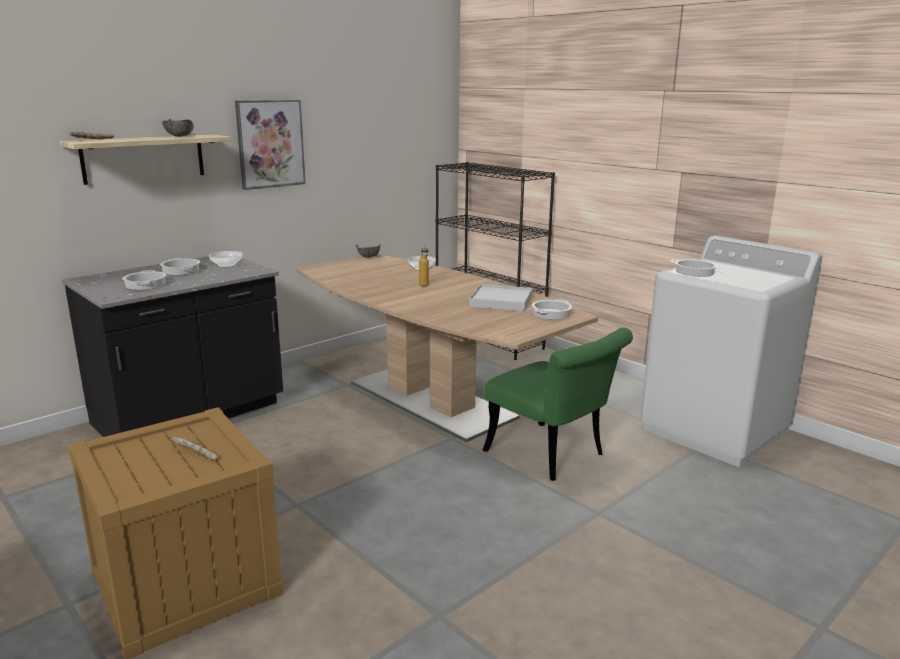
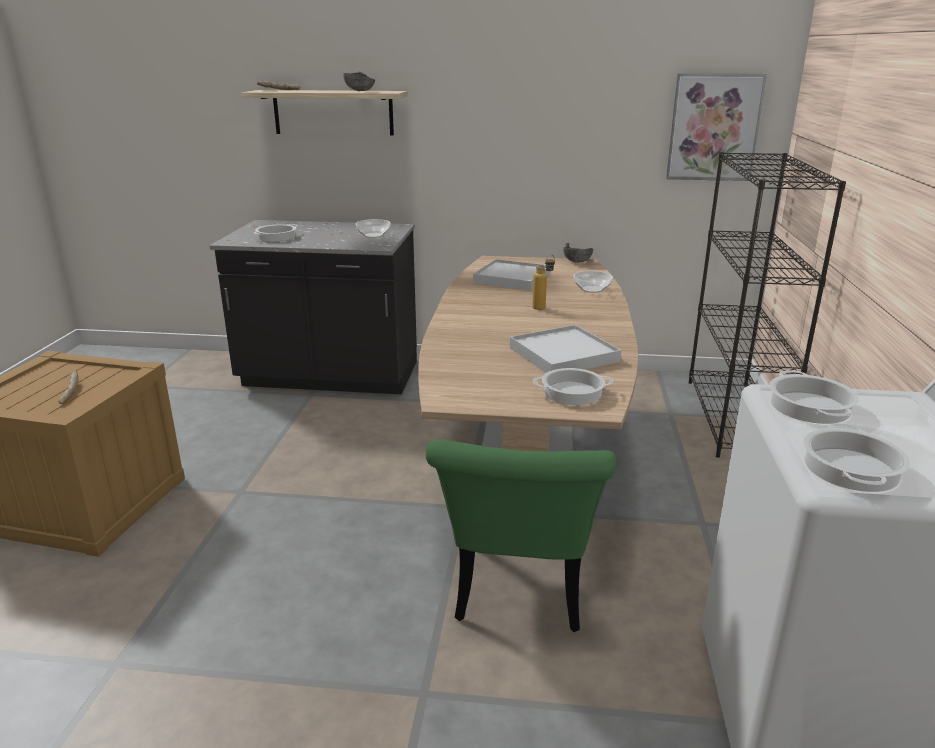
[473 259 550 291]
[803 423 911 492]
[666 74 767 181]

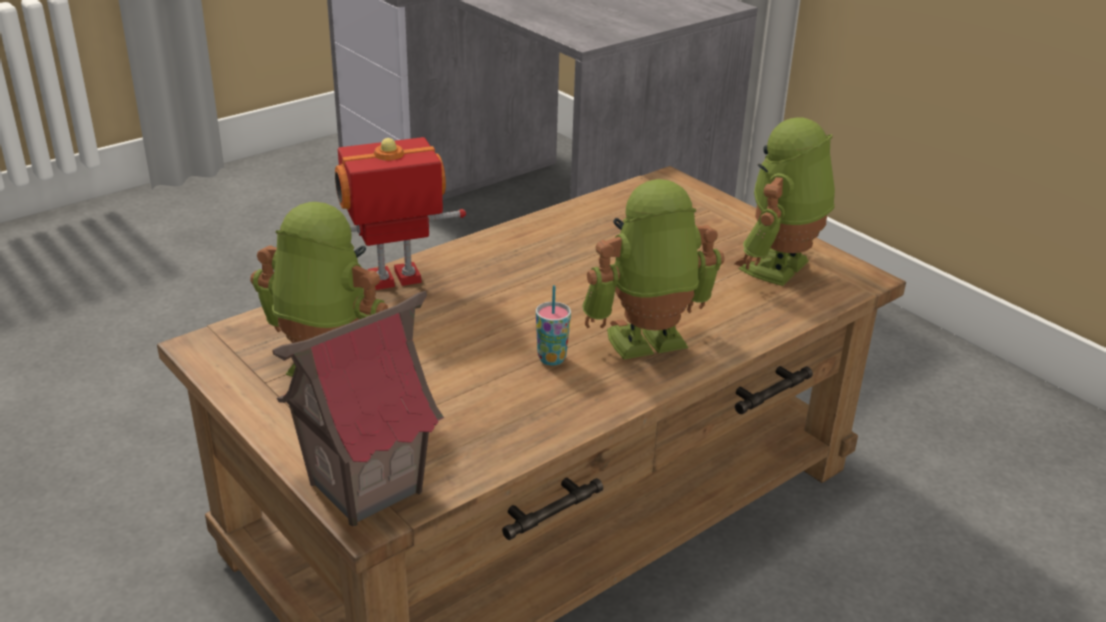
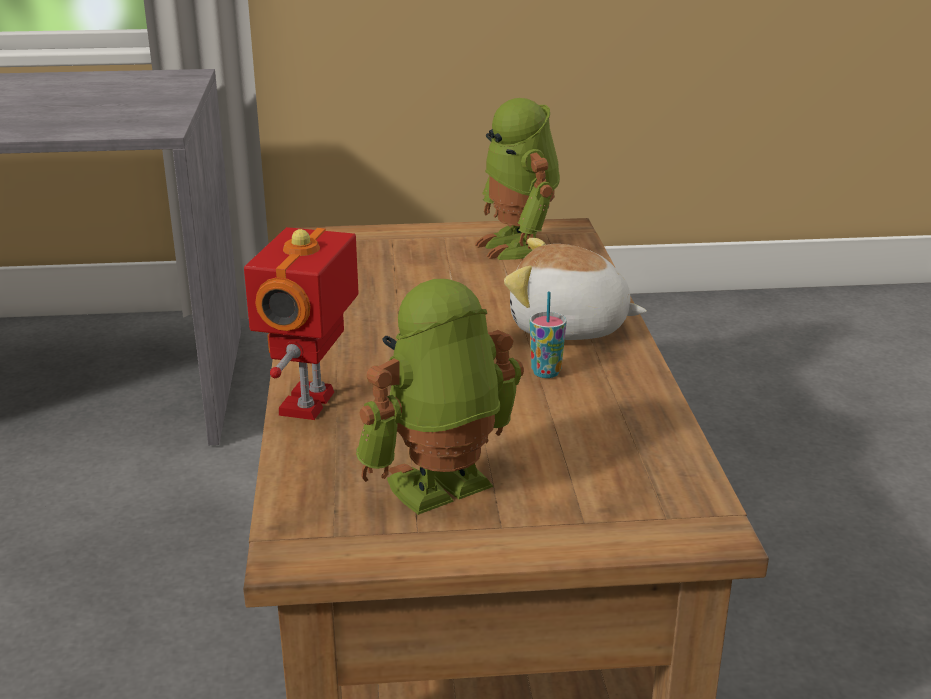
[272 291 444 526] (first image)
[504 238 647 340]

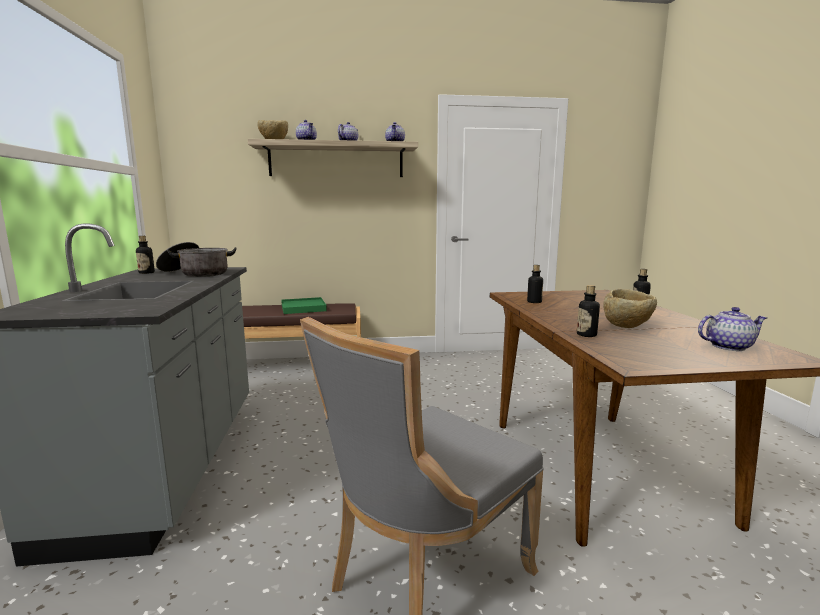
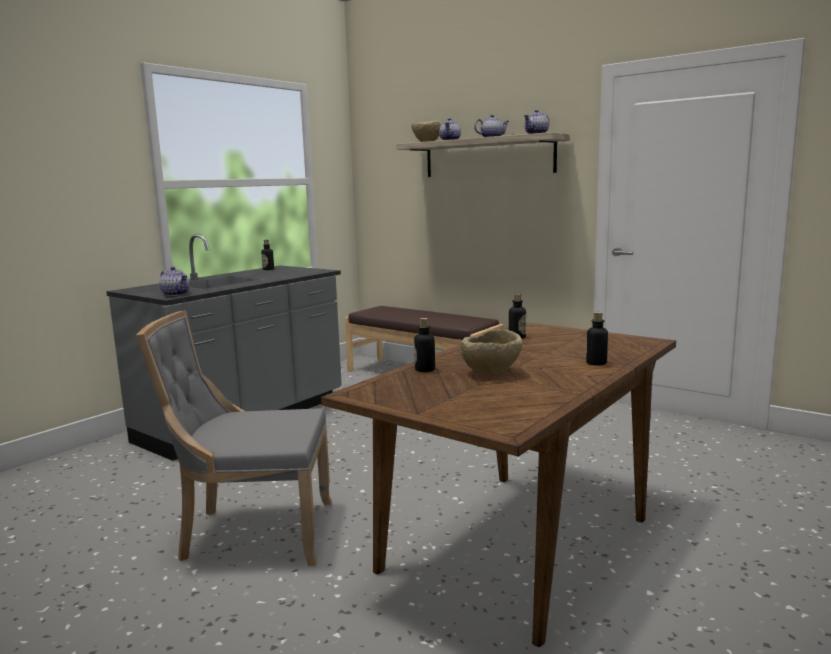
[156 242 237 277] (first image)
[281 297 327 314] (first image)
[159 266 190 296]

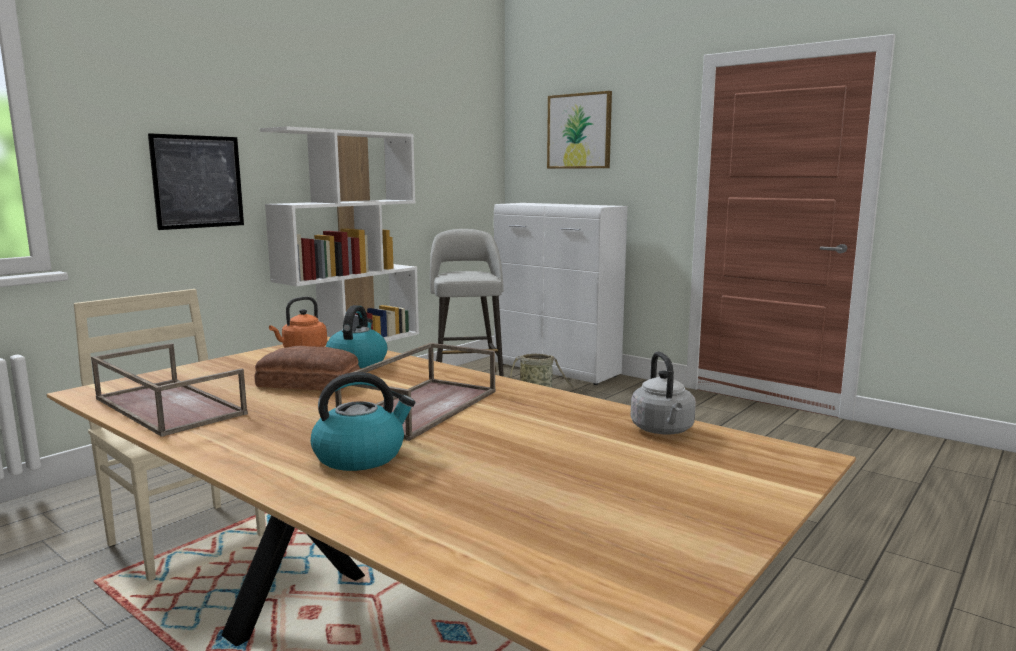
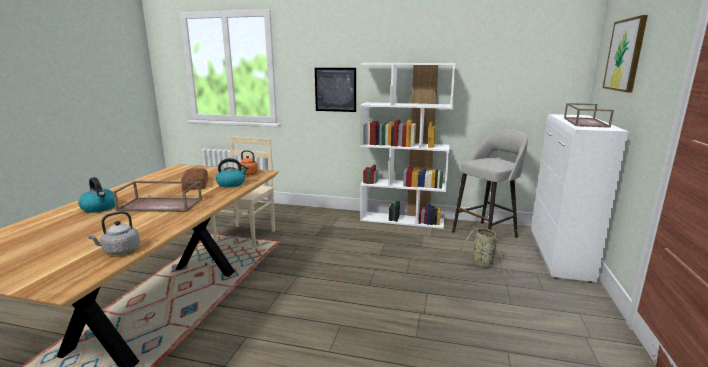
[564 103 614 128]

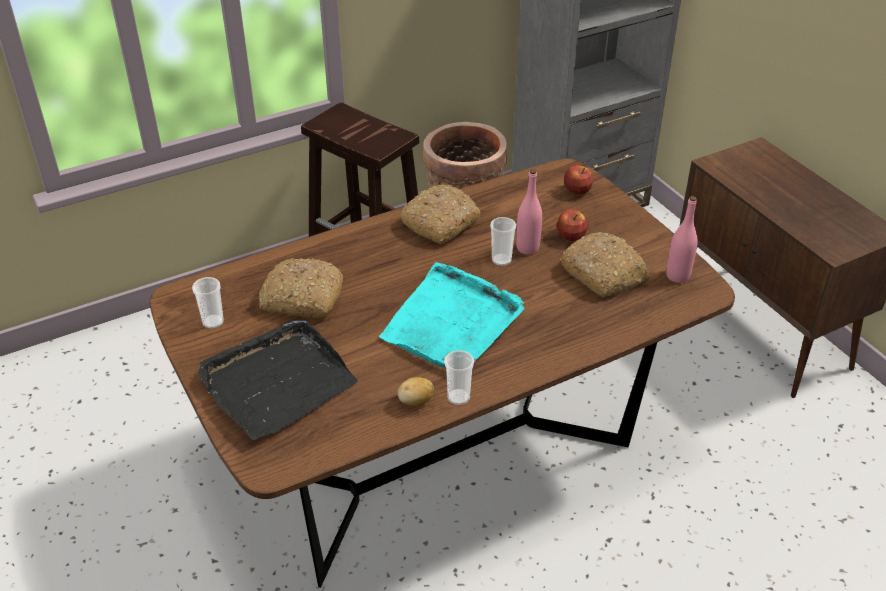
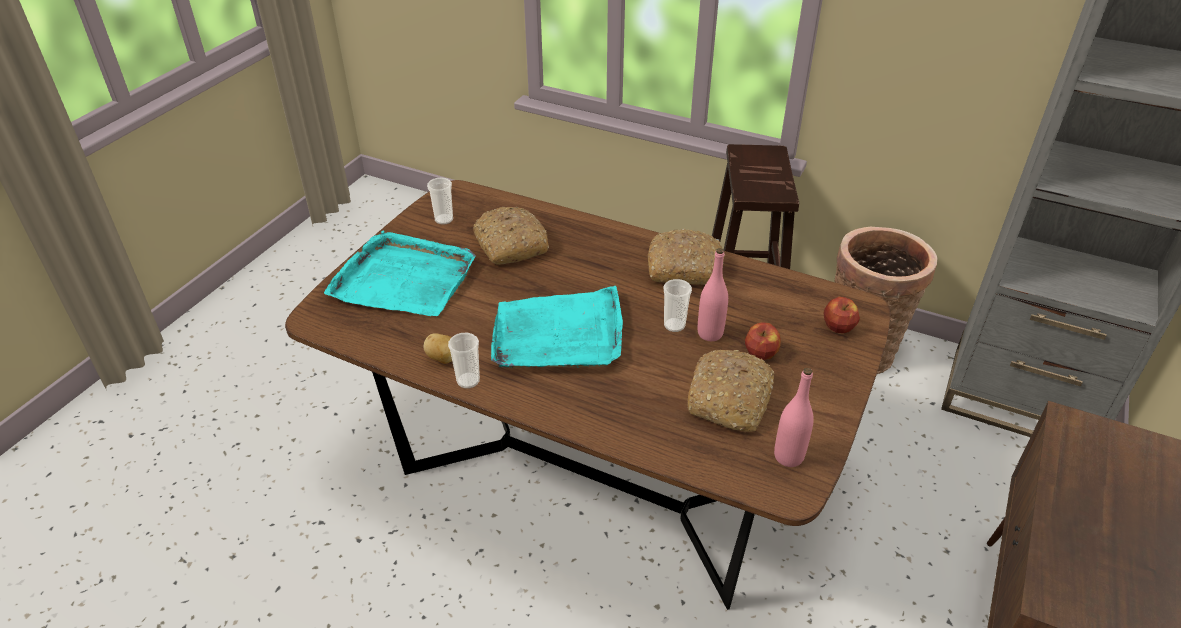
[324 231 476 316]

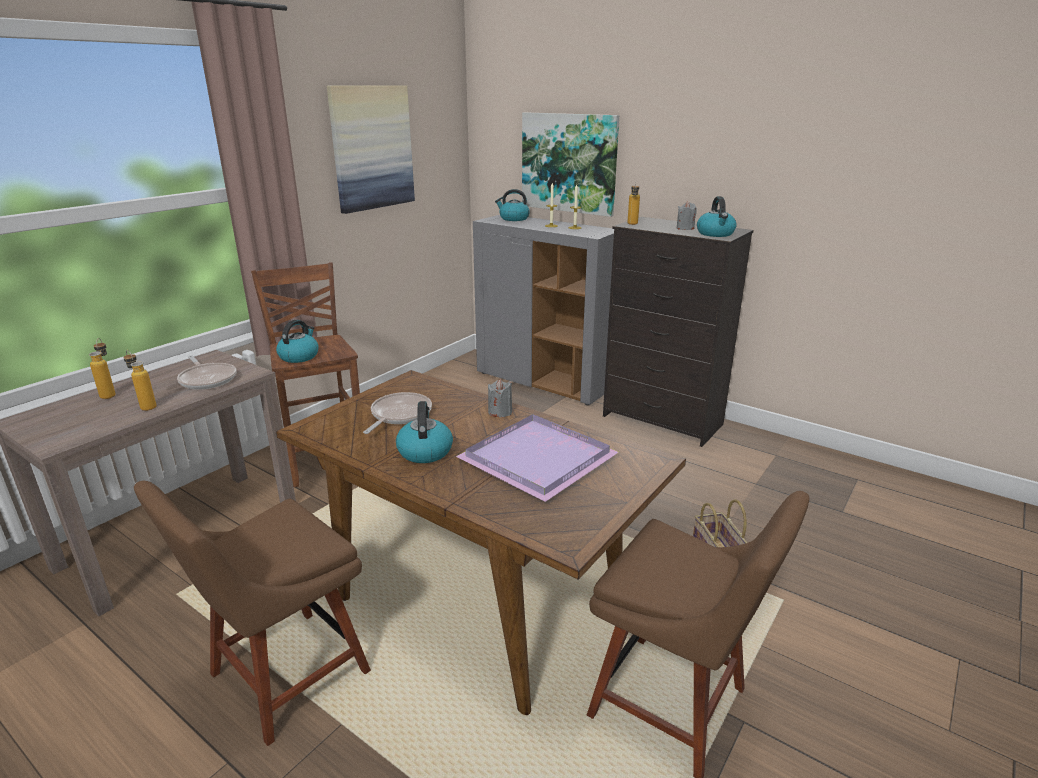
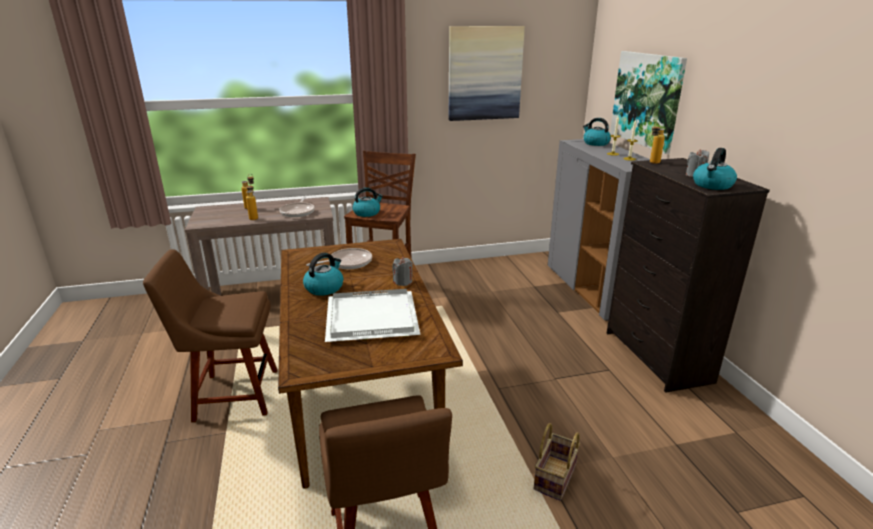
[325 289 421 342]

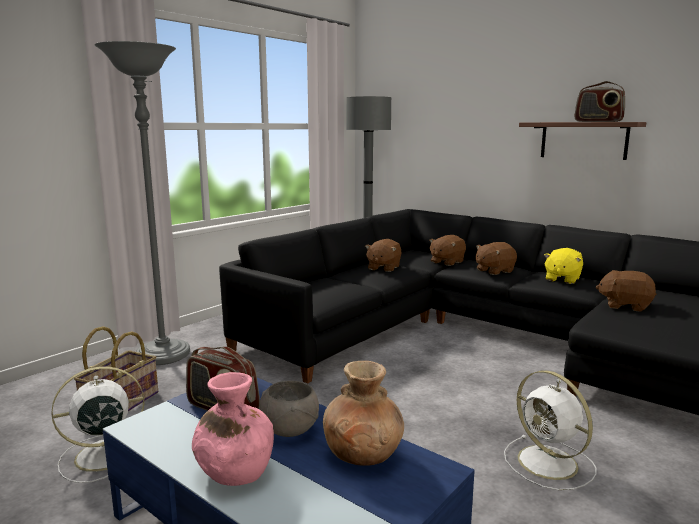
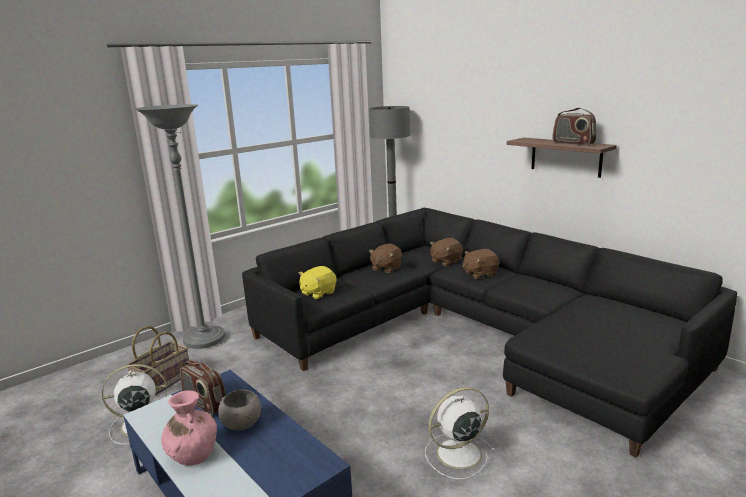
[323 361 404 466] (first image)
[596 270 657 312] (first image)
[299 266 336 300]
[425 387 495 480]

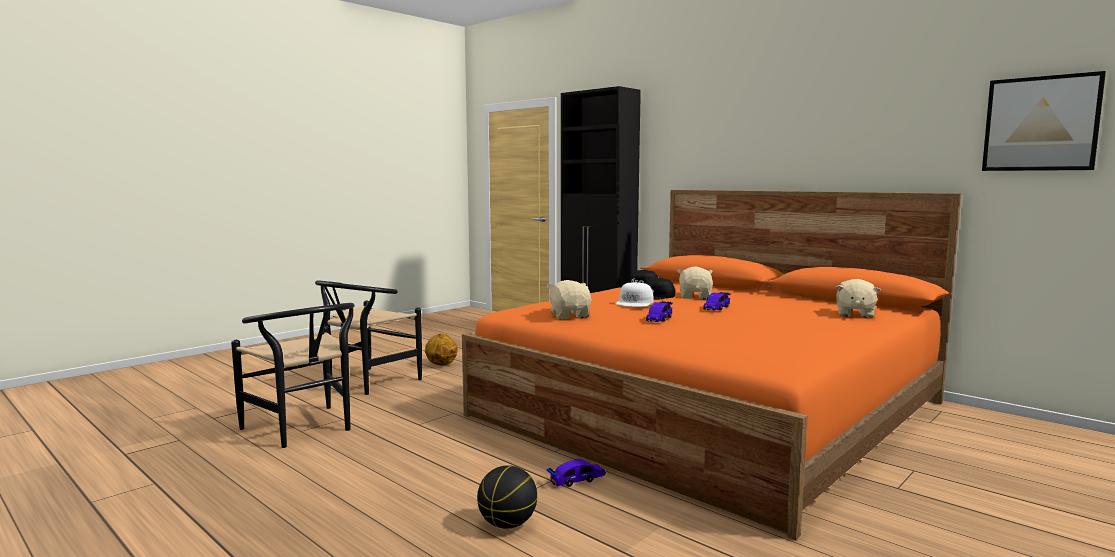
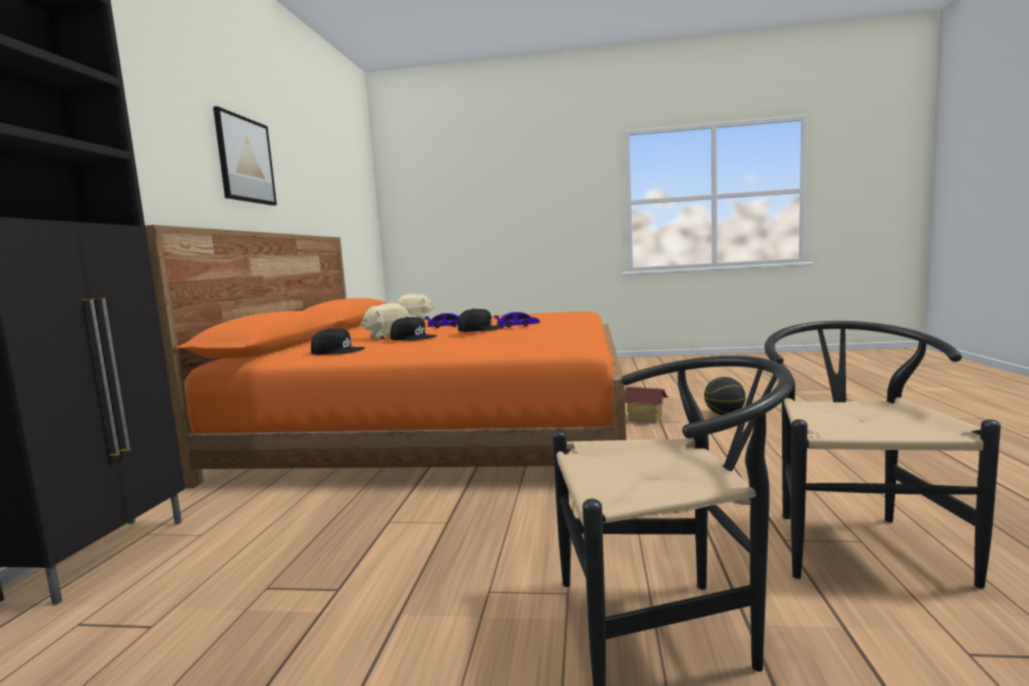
[425 334 458 366] (first image)
[547 280 591 319] (first image)
[213 106 277 206]
[625 387 668 423]
[458 309 505 332]

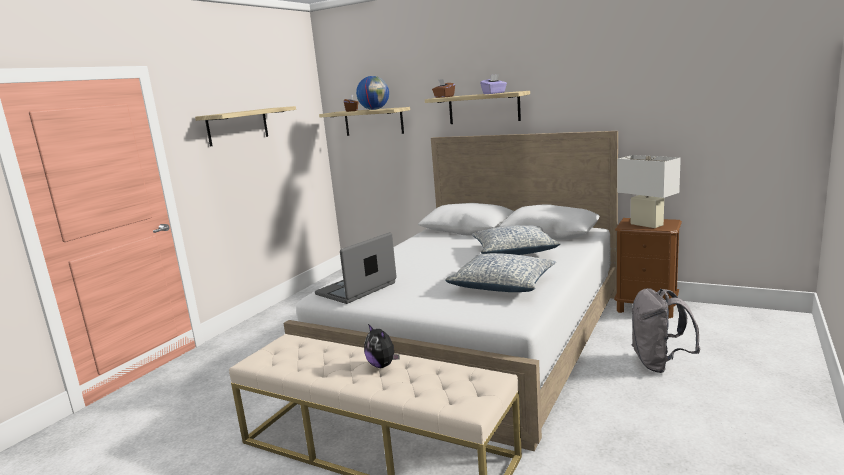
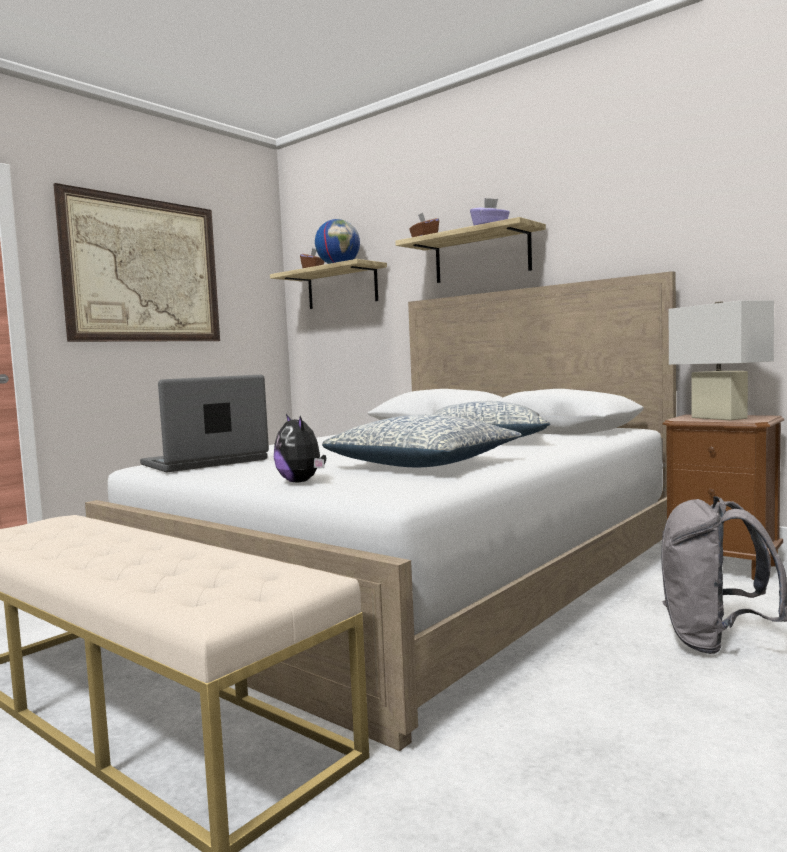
[274 414 326 483]
[53 183 220 342]

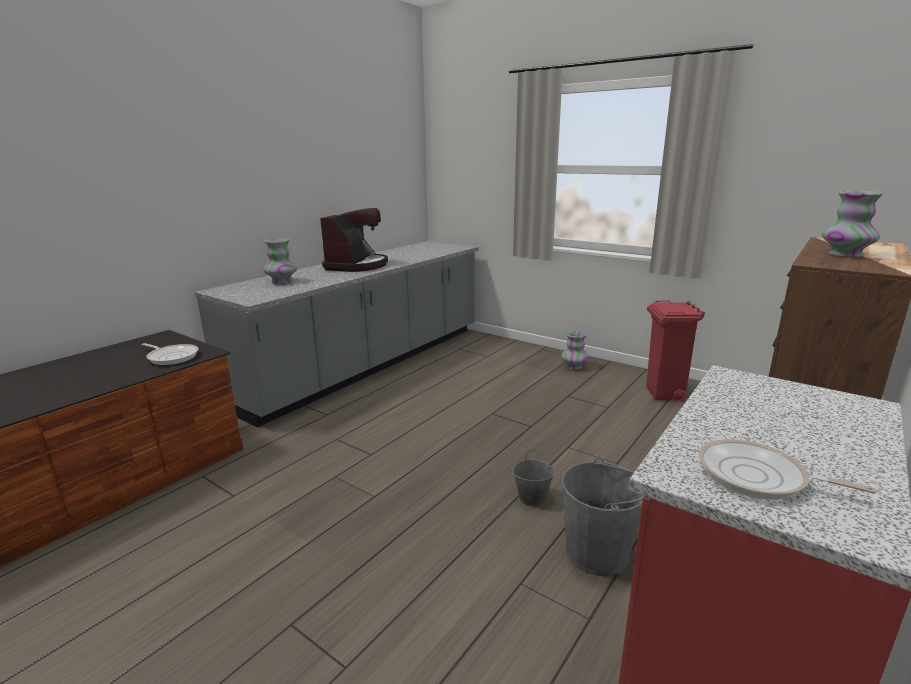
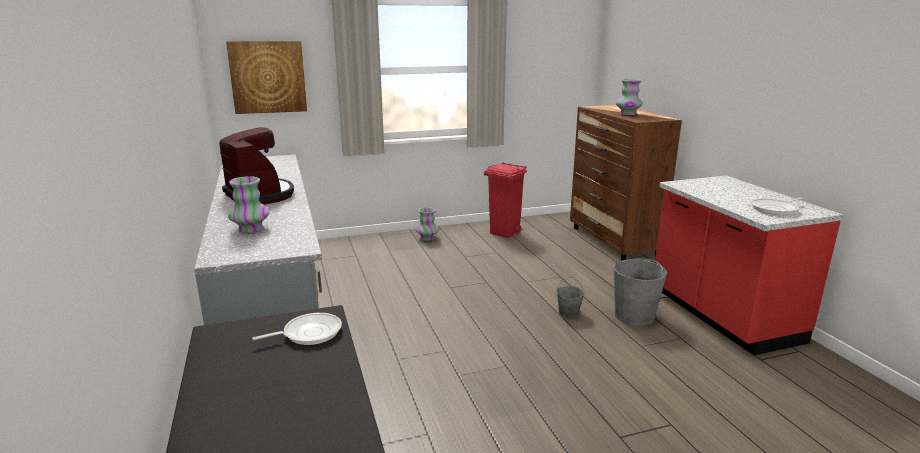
[226 41 307 114]

